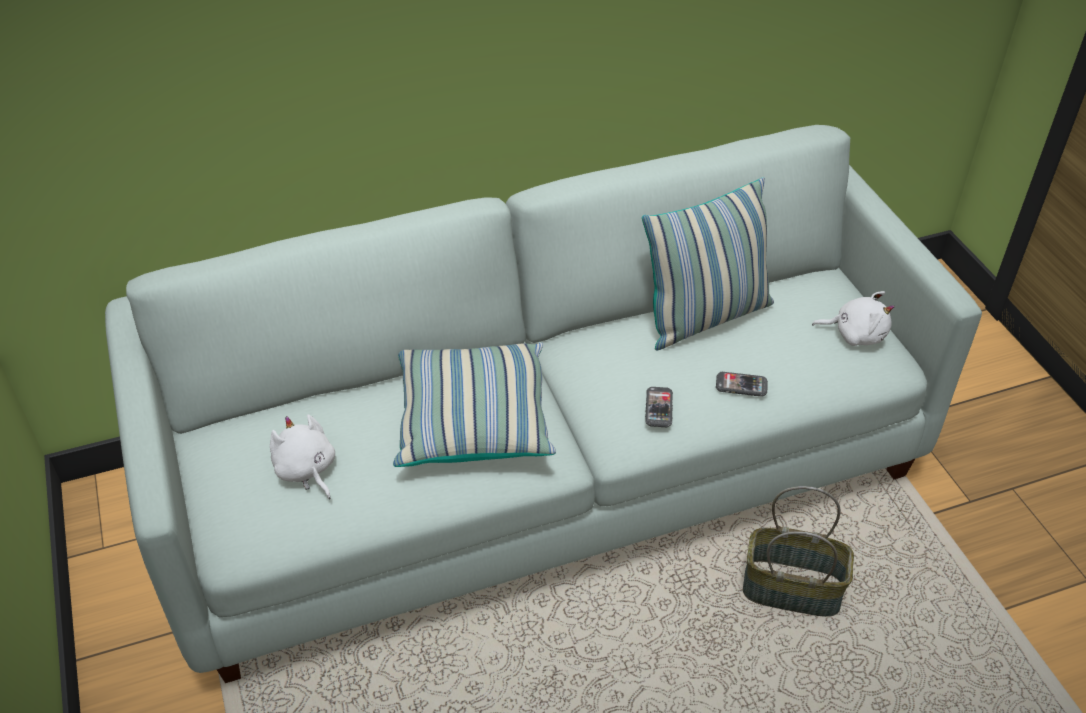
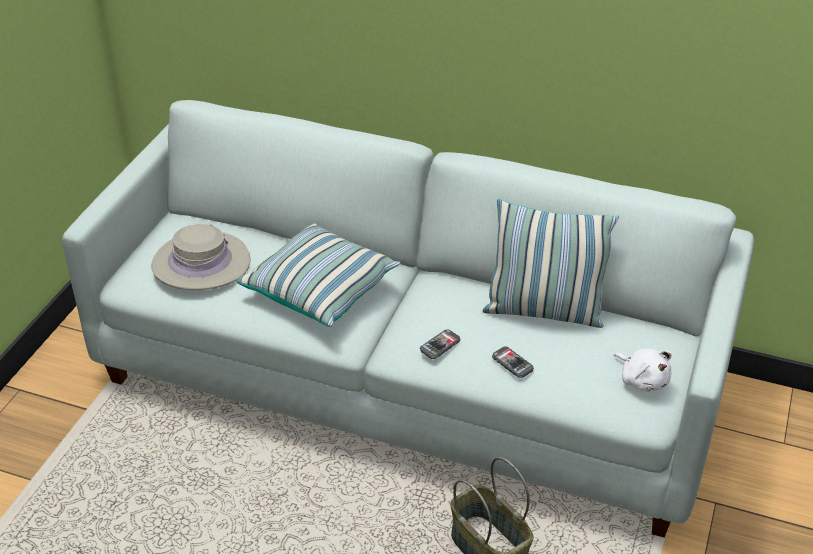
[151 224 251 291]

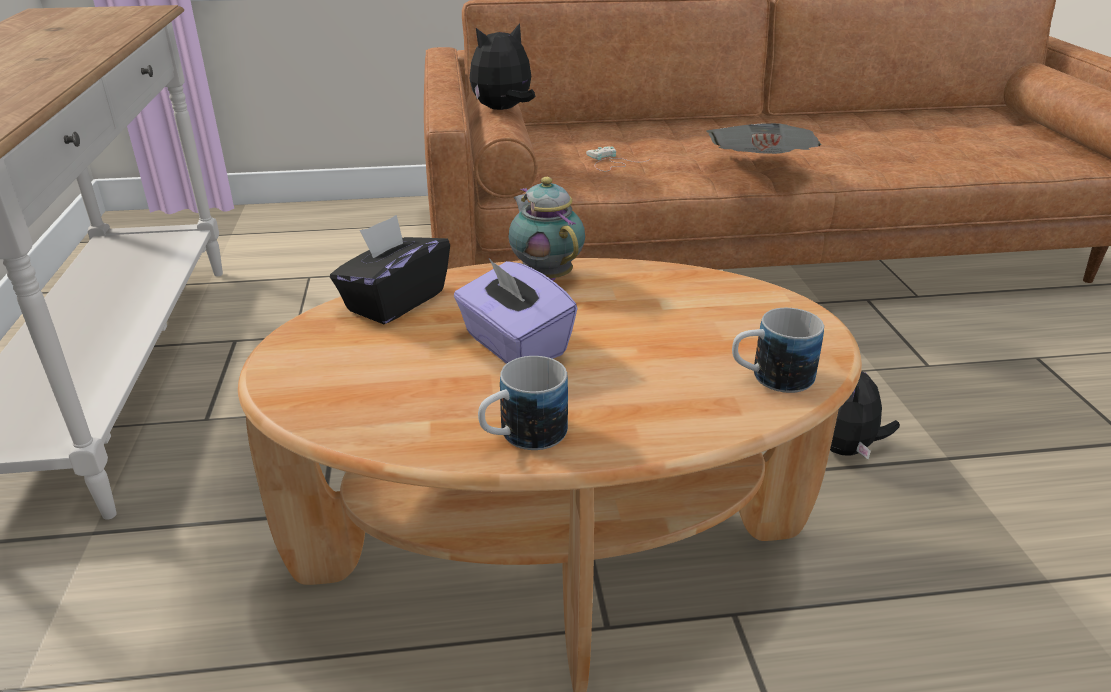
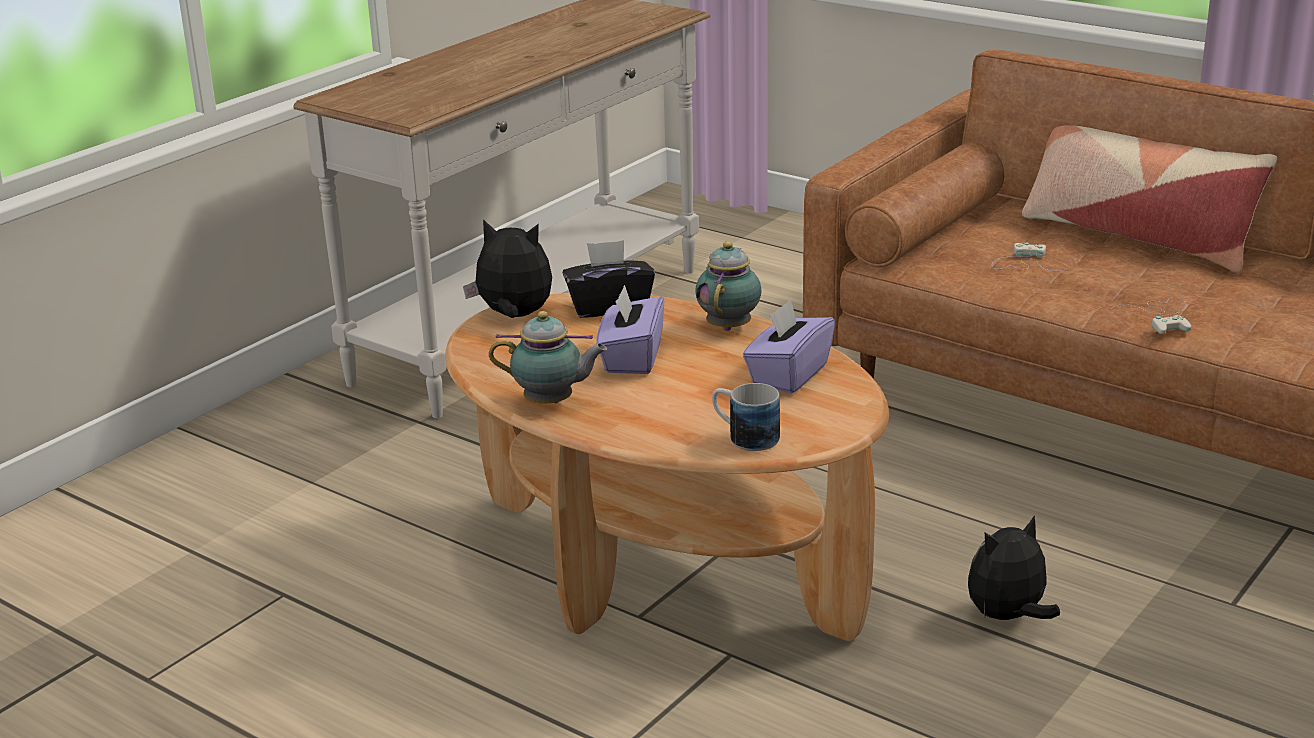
[743 300 835 394]
[1022 125 1277 273]
[463 219 552 318]
[489 311 607 403]
[1111 297 1191 334]

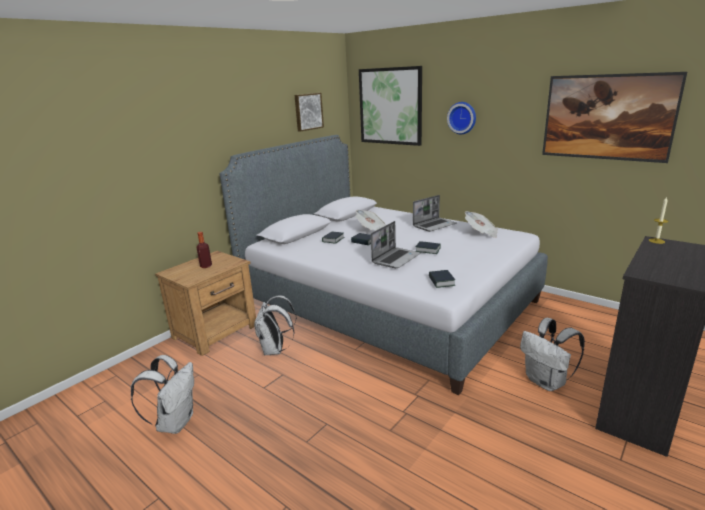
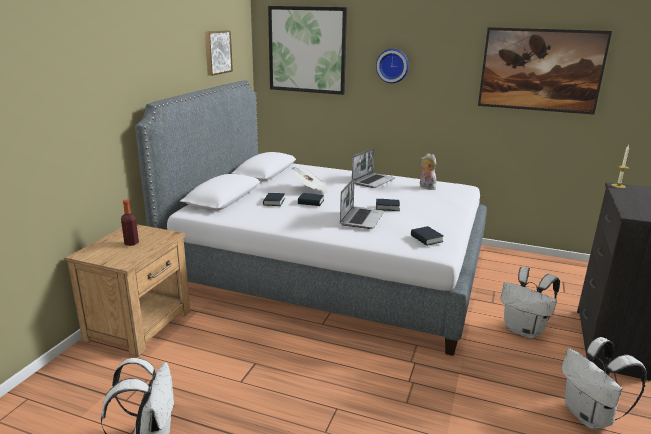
[562 337 647 429]
[420 153 436 190]

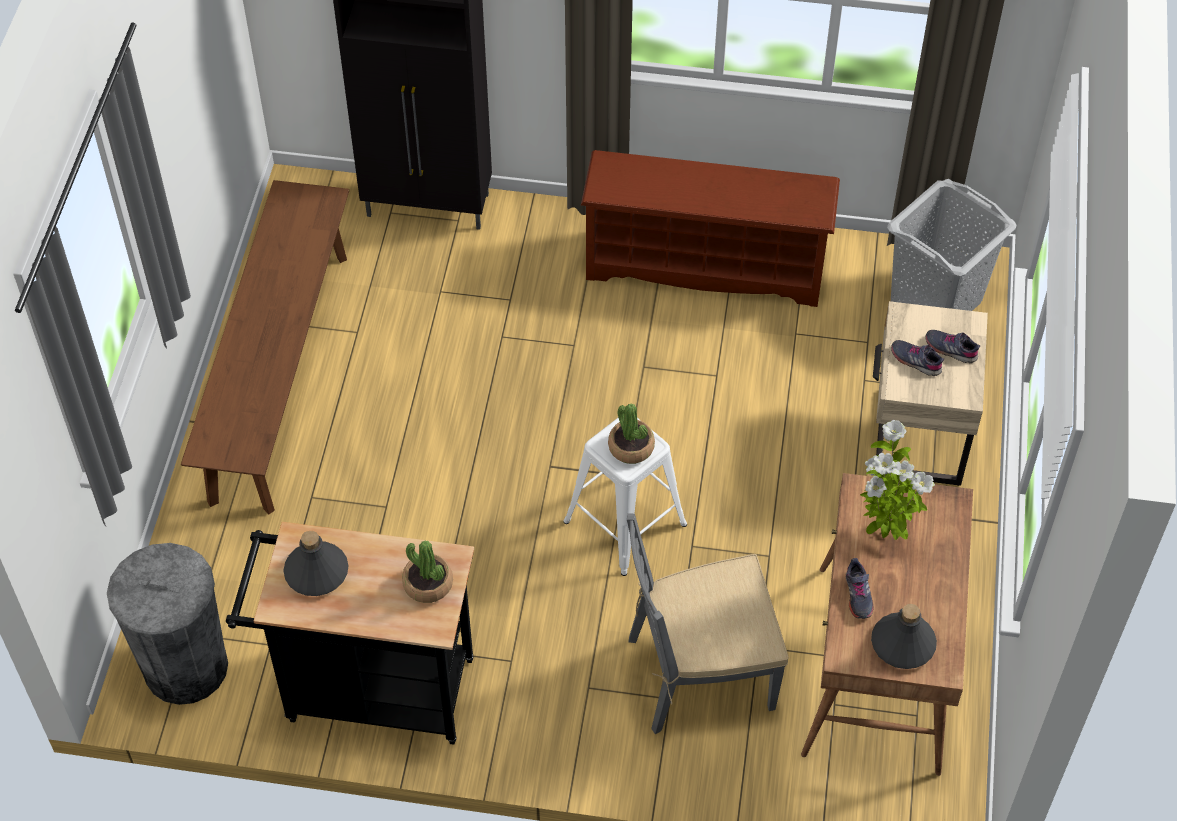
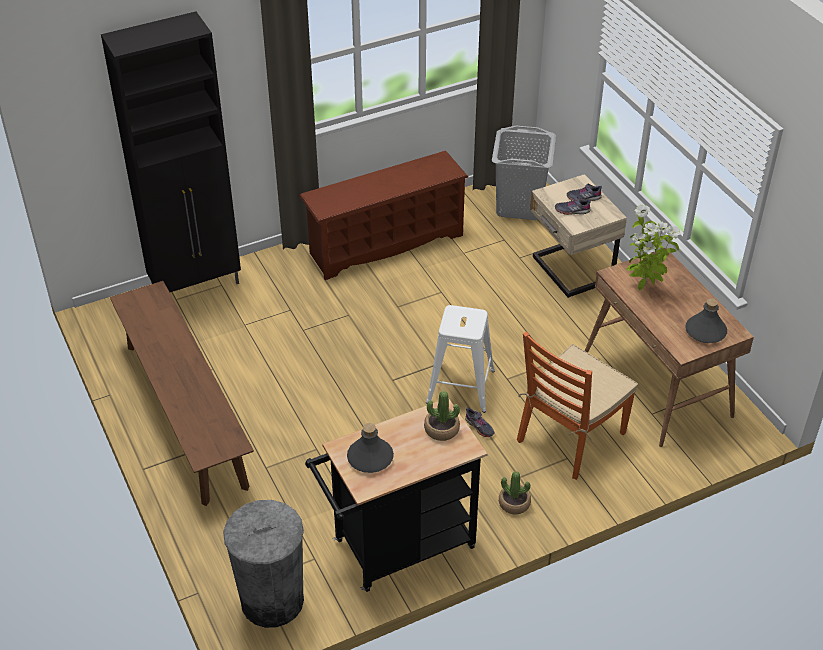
[499 471 531 515]
[465 407 495 437]
[517 332 638 480]

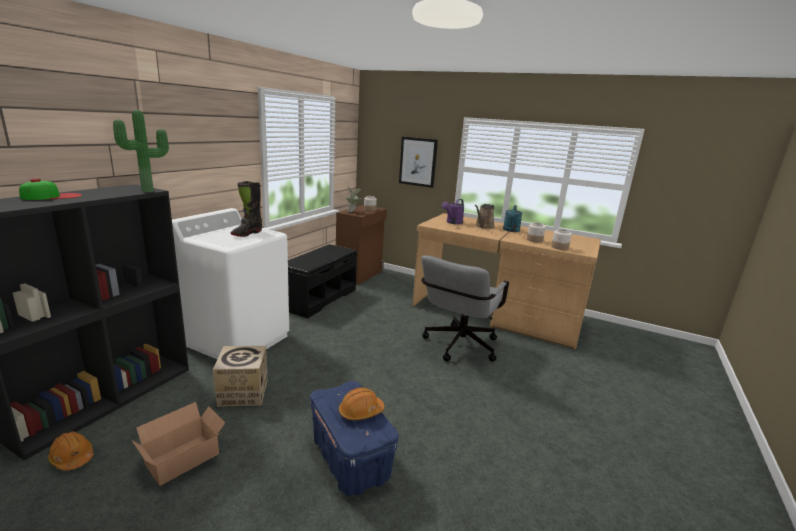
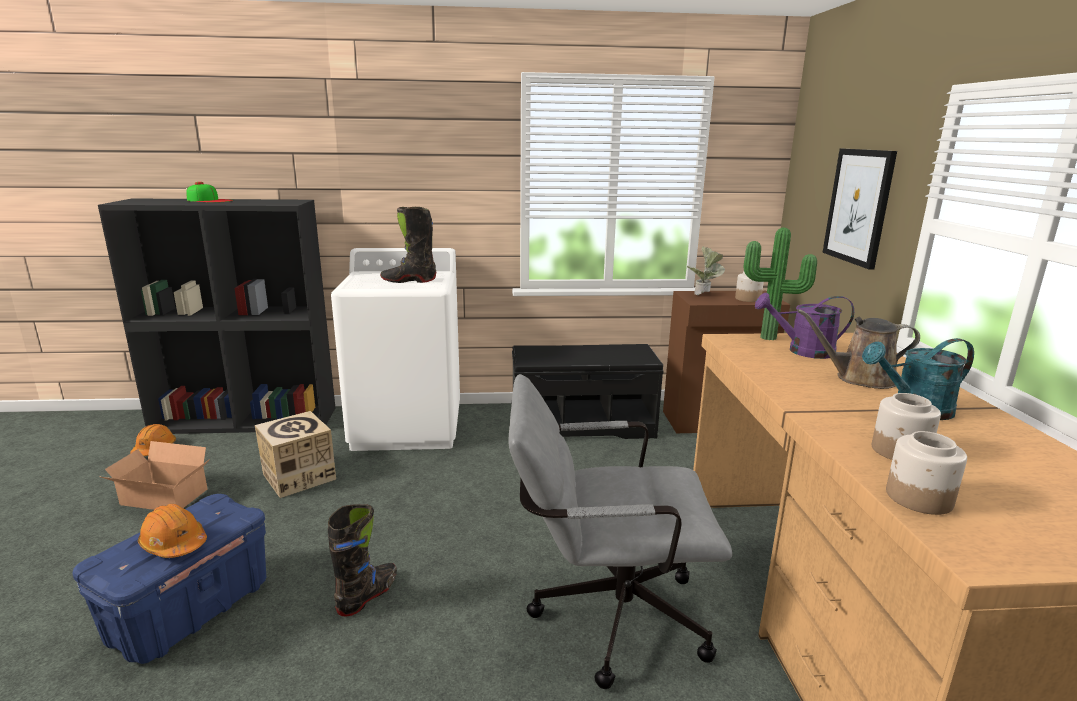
[328 504 397 616]
[744 228 817 340]

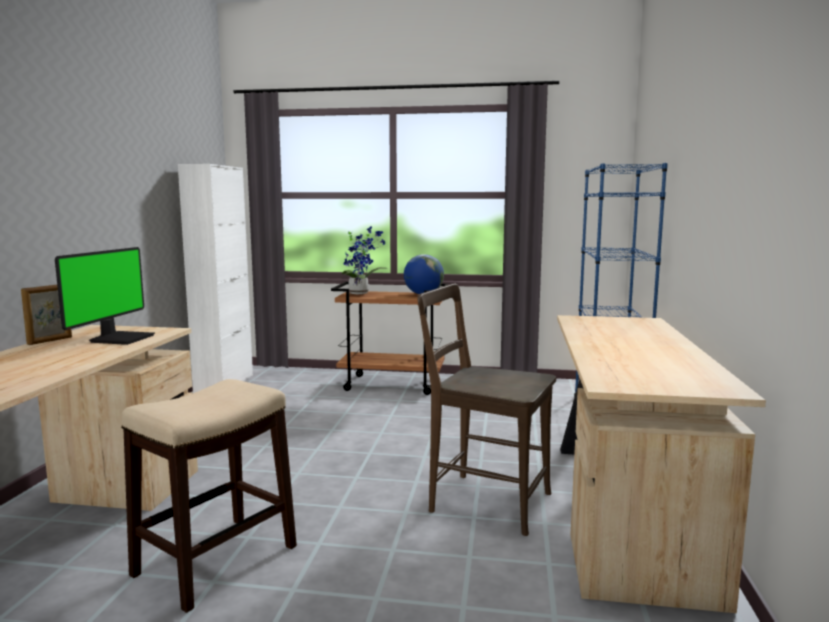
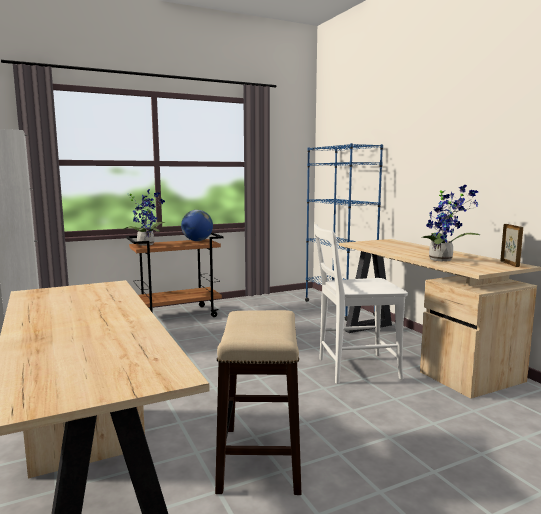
[55 247 155 345] (first image)
[421 184 480 261]
[500 224 523 267]
[314 224 408 384]

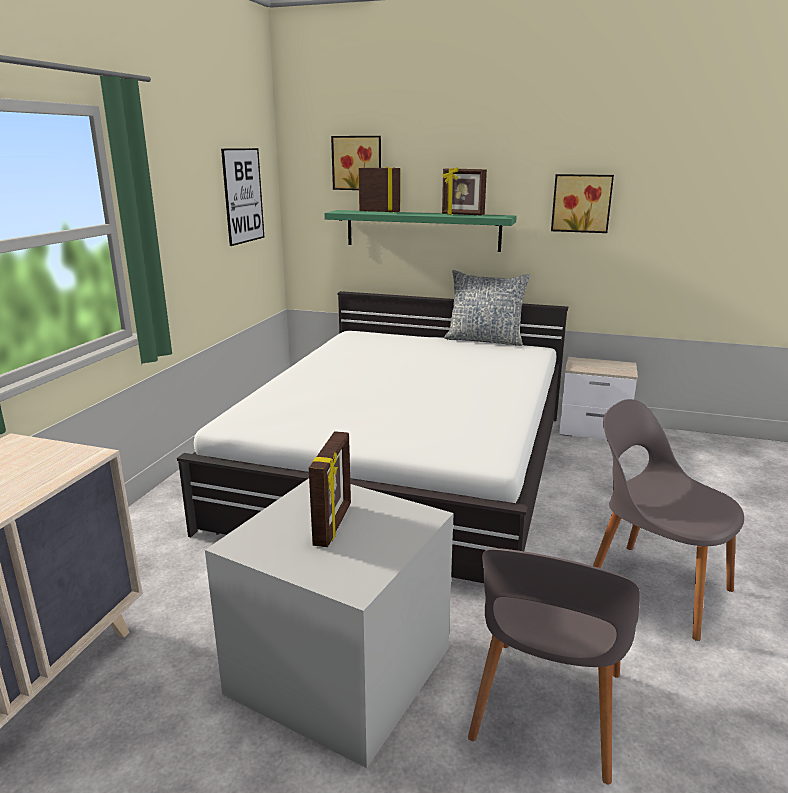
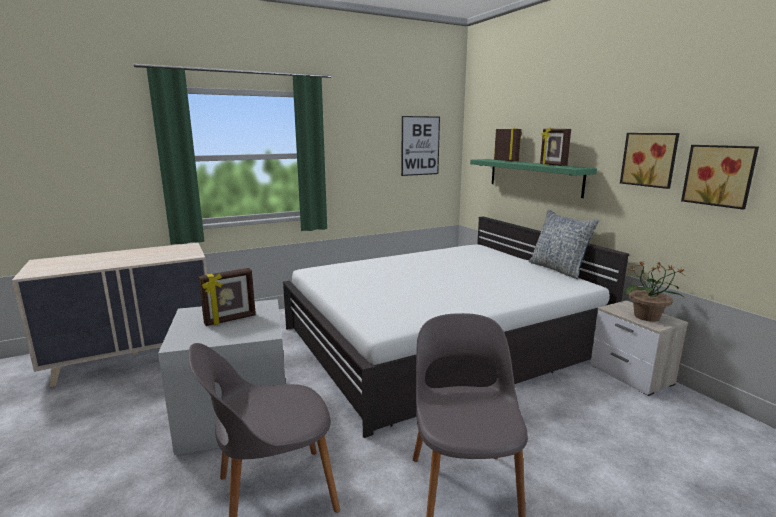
[626 261 684 322]
[681 145 759 210]

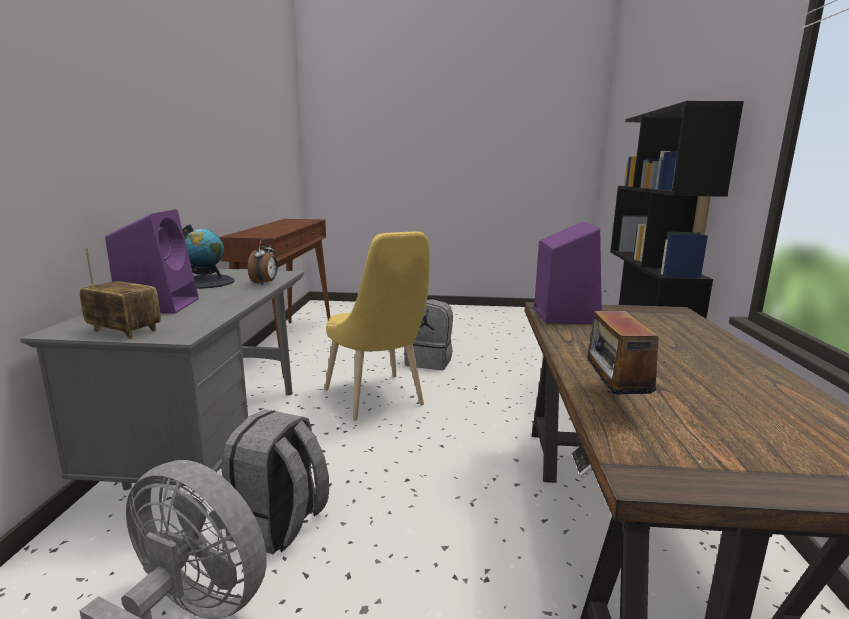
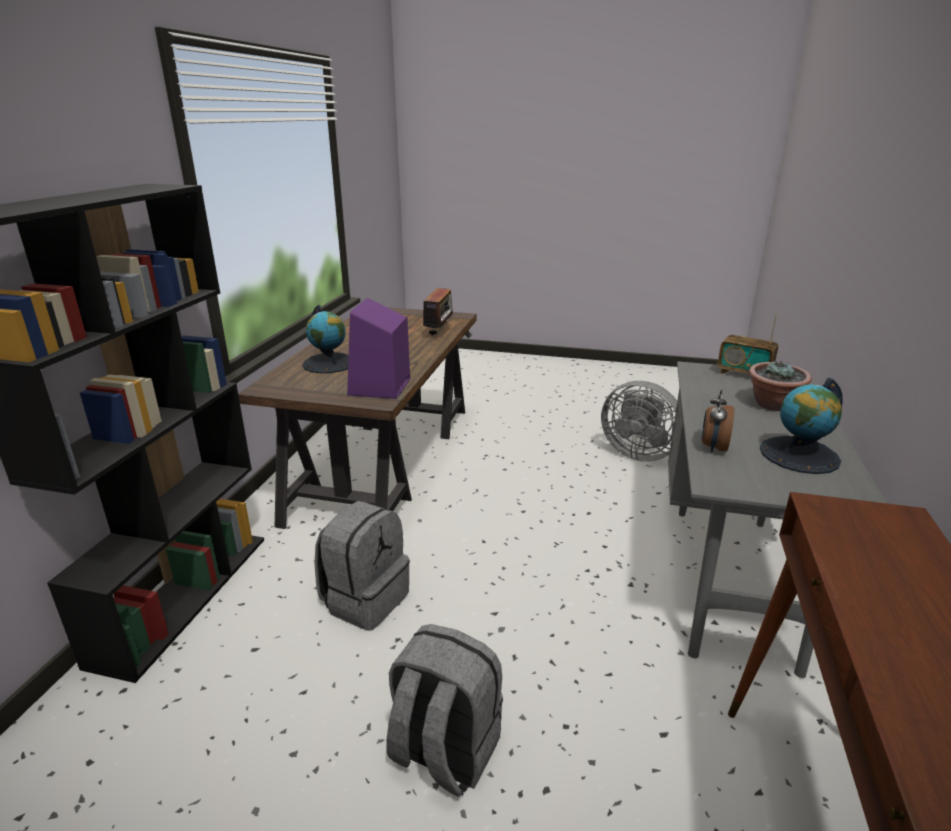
[324 231 430 421] (first image)
[302 305 349 373]
[315 501 410 631]
[749 360 812 411]

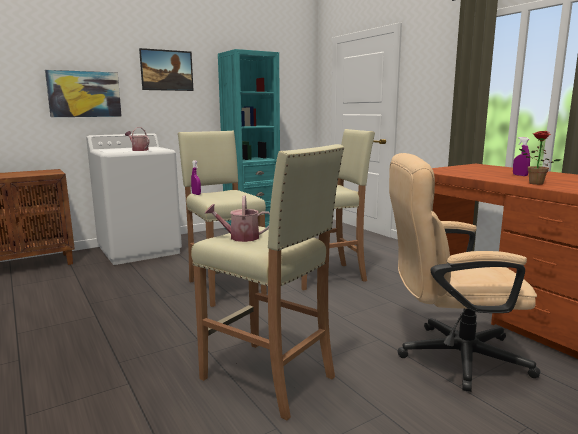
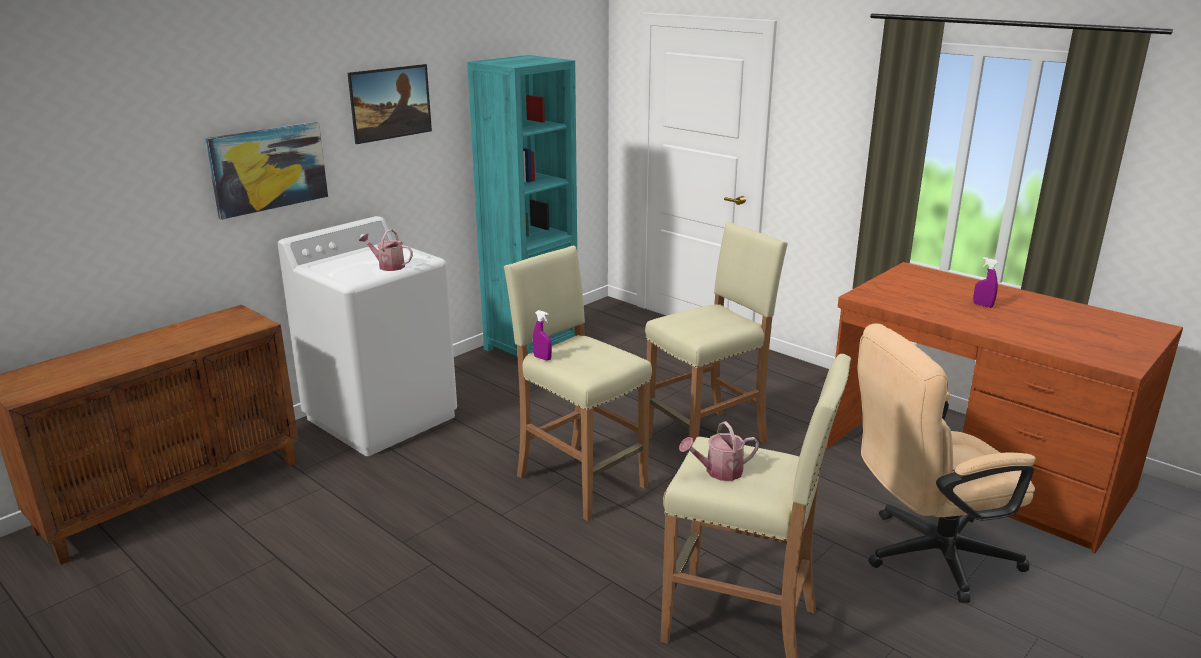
[519 131 561 185] (first image)

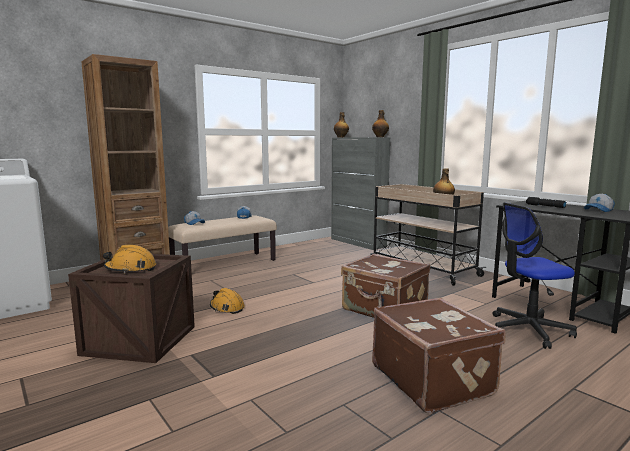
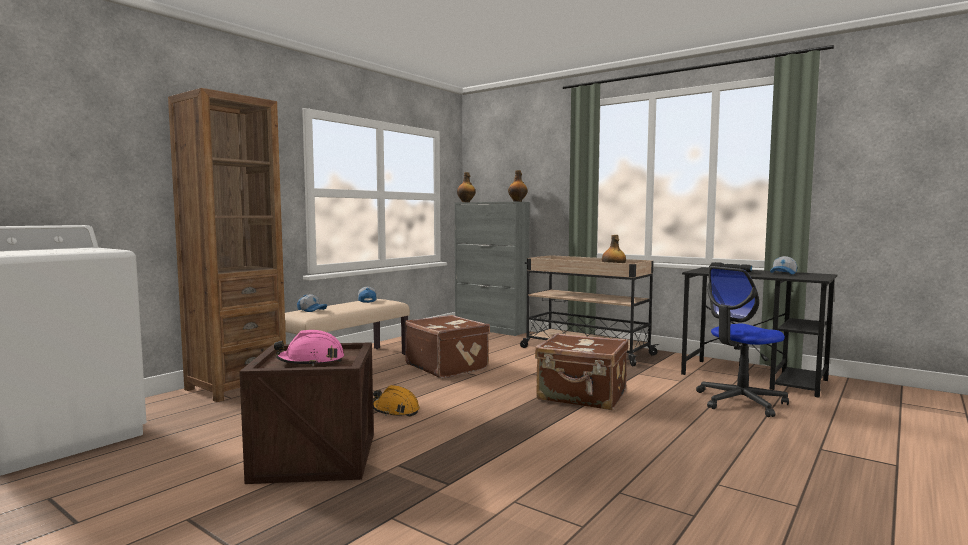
[405 315 490 378]
[274 330 344 366]

